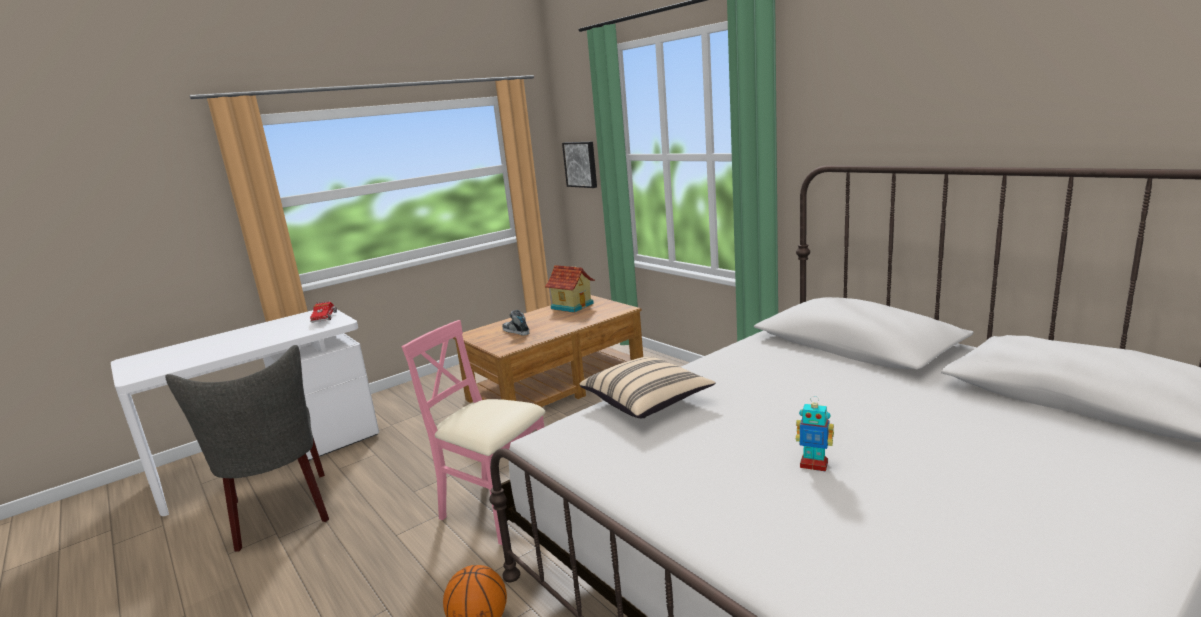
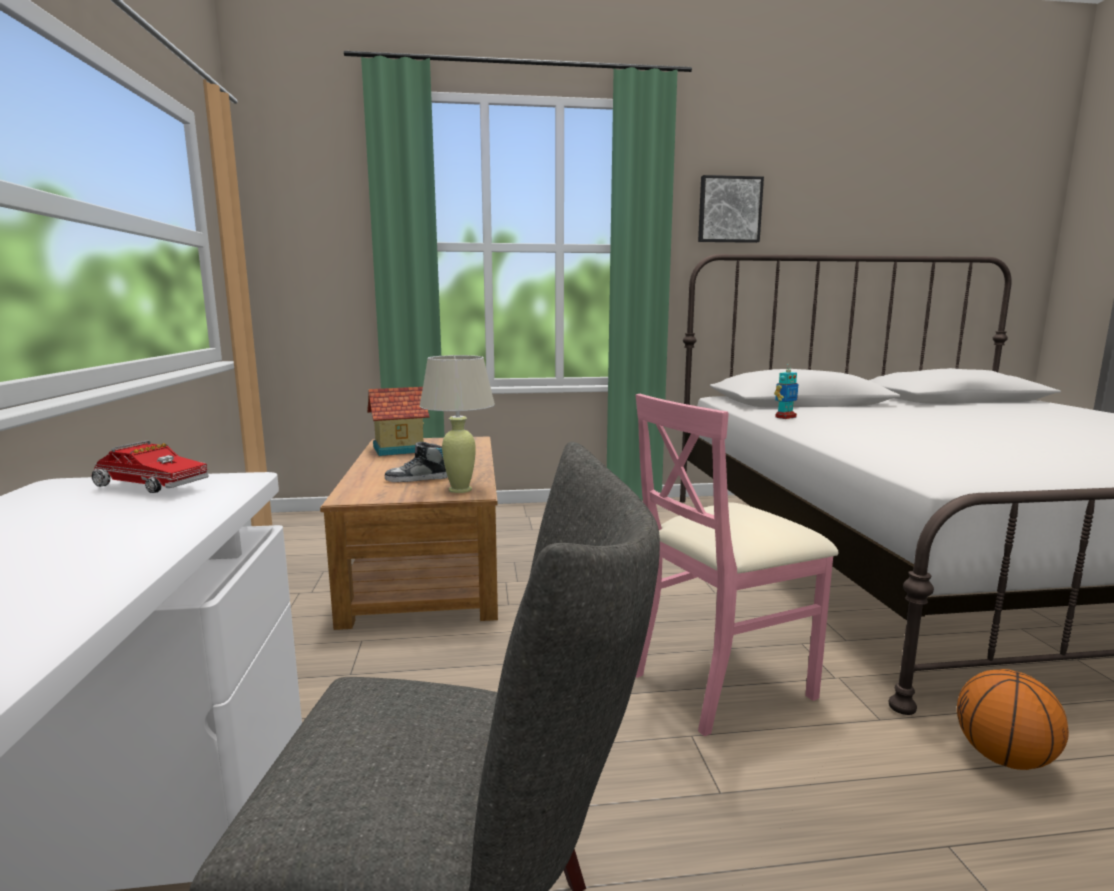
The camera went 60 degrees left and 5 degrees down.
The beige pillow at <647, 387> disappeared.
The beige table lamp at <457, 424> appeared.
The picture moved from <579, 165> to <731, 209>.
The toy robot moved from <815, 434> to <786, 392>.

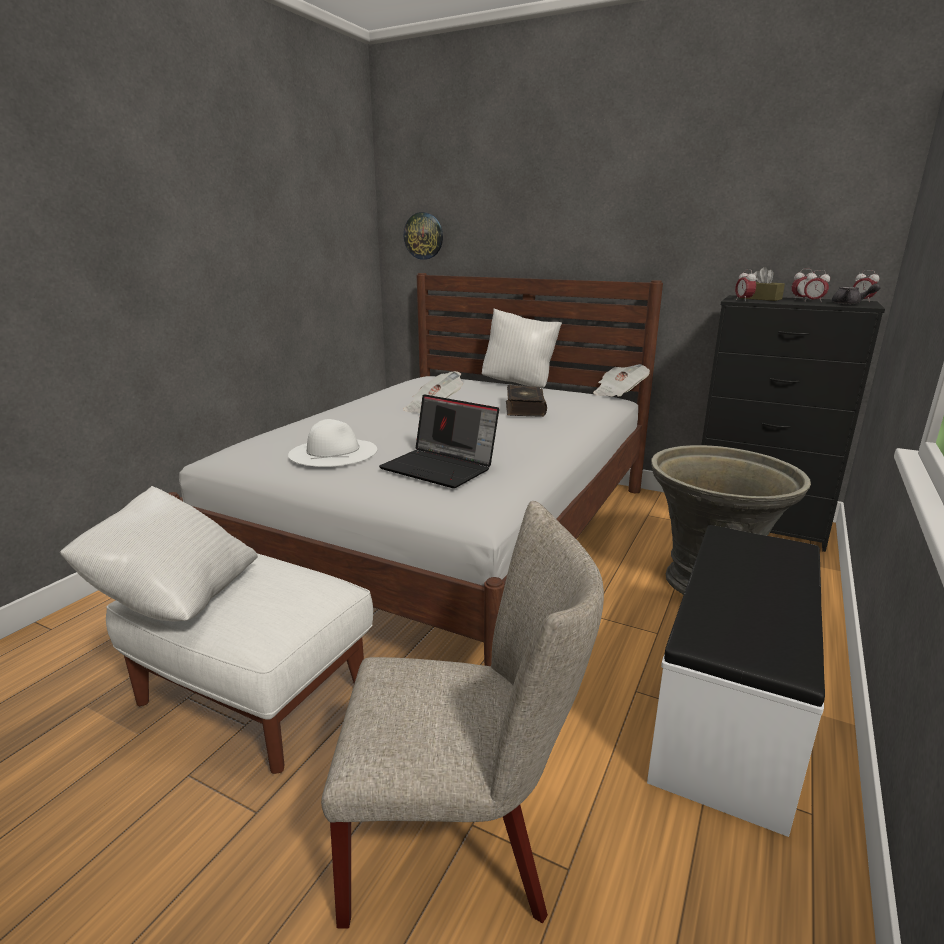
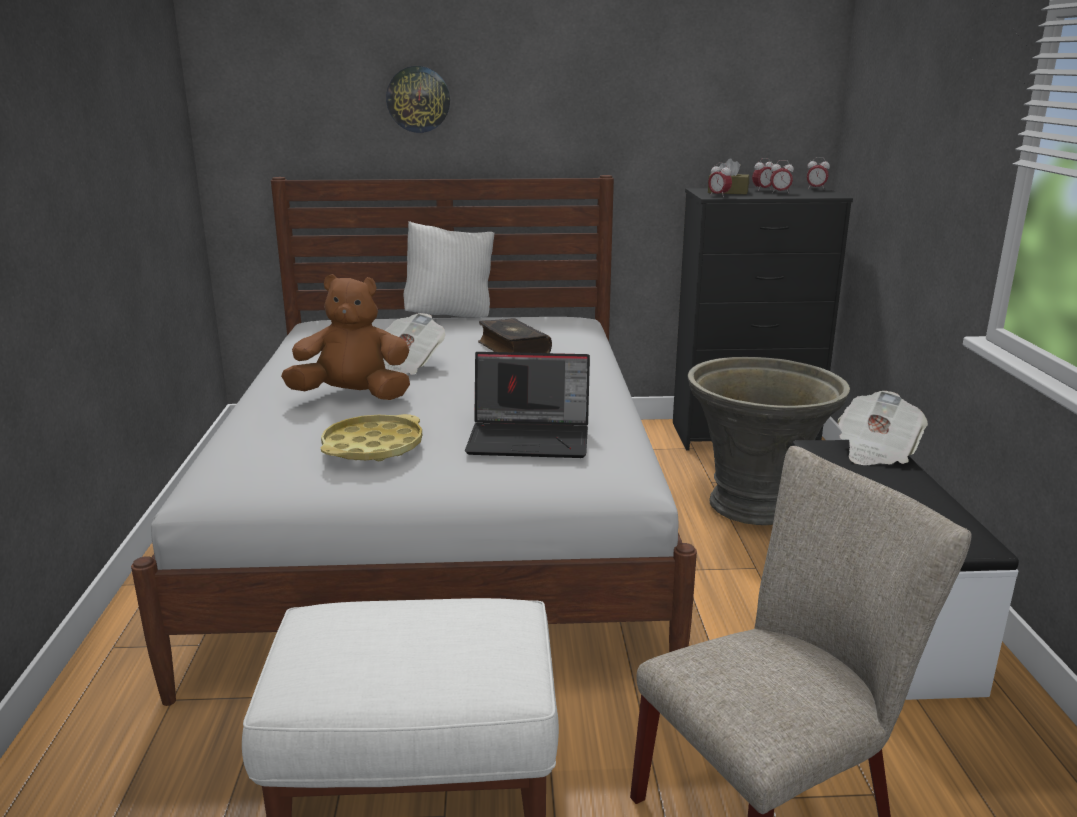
The camera went 30 degrees left and 0 degrees up.
The white pillow at <159, 553> disappeared.
The grey teapot at <856, 293> disappeared.
The brown plush toy at <345, 337> appeared.
The wall clock moved from <423, 236> to <418, 99>.
The newspaper moved from <621, 380> to <882, 428>.
The white hat at <332, 443> was replaced by the yellow tray at <371, 437>.

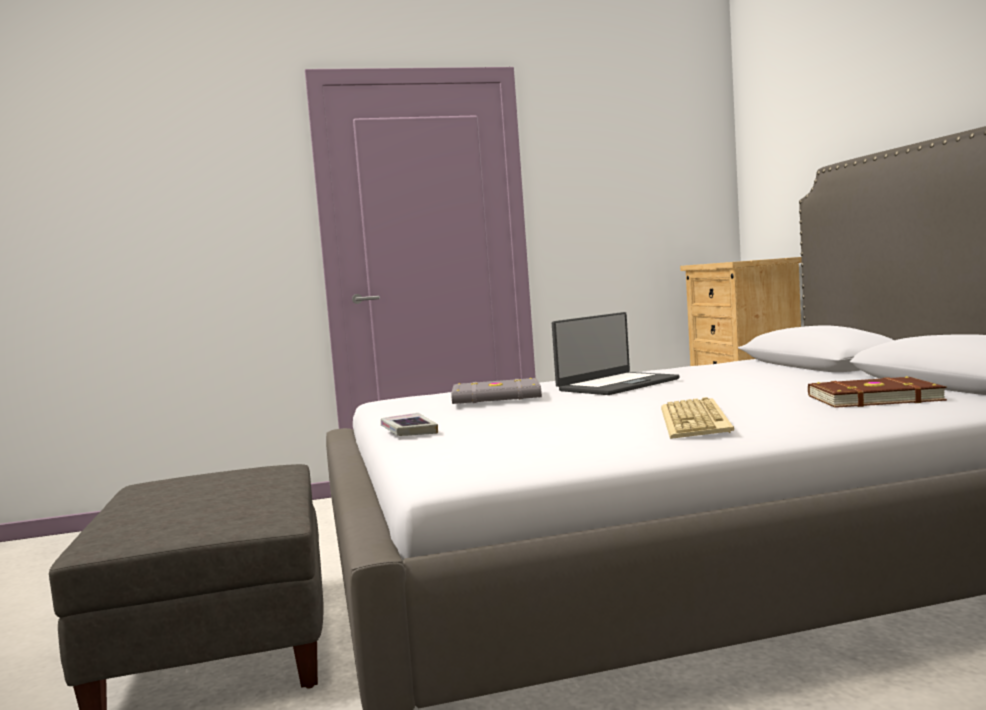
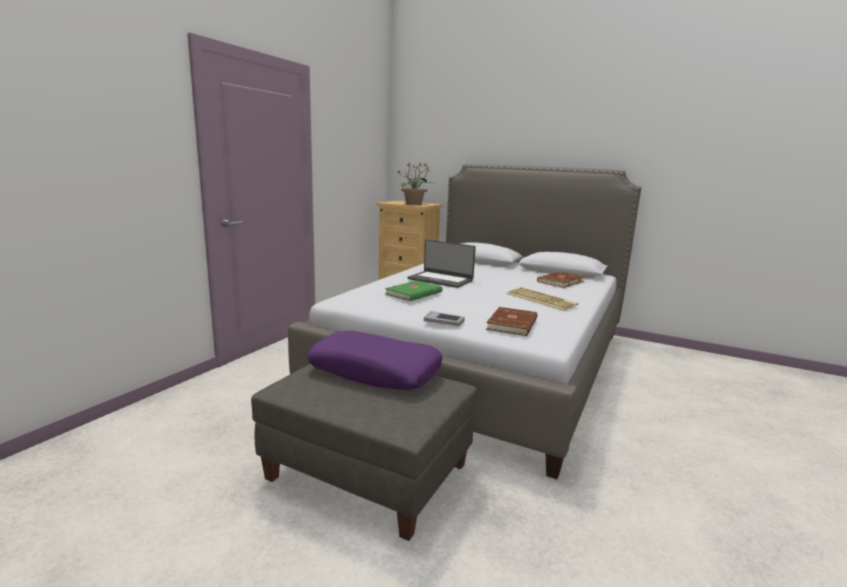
The camera went 50 degrees left and 10 degrees up.
The purple pillow at <374, 360> appeared.
The potted plant at <415, 184> appeared.
The brown book at <511, 321> appeared.
The grey book at <496, 391> became the green book at <414, 290>.
The laptop at <615, 353> turned 120 degrees clockwise.

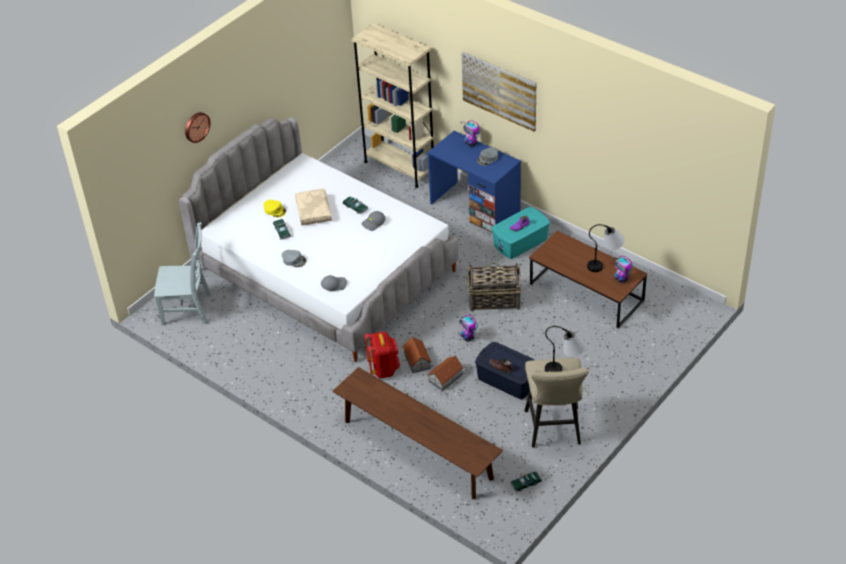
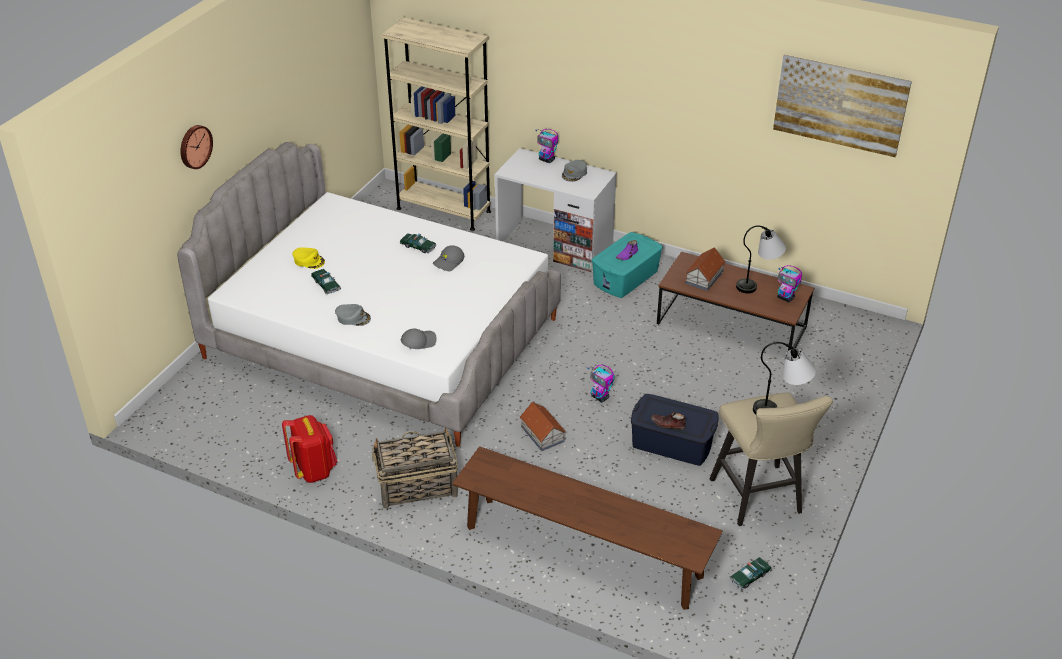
The camera went 15 degrees left and 5 degrees down.
The grey chair at <183, 273> disappeared.
The beige pillow at <313, 206> disappeared.
The red backpack moved from <382, 355> to <309, 449>.
The toy house moved from <445, 373> to <705, 269>.
The picture moved from <499, 92> to <842, 106>.
The basket moved from <494, 287> to <415, 468>.
The blue desk at <474, 182> became the white desk at <555, 210>.

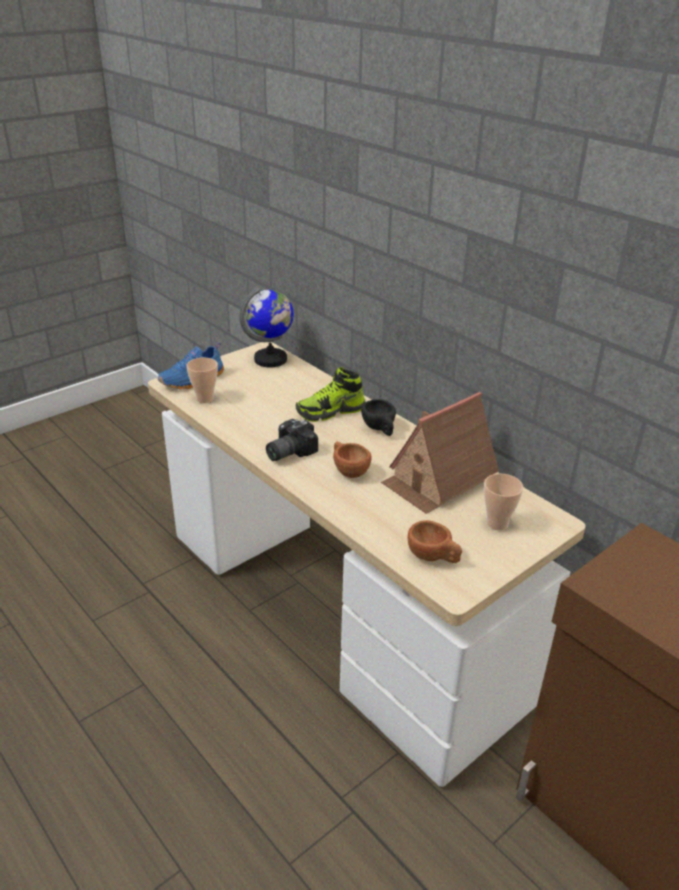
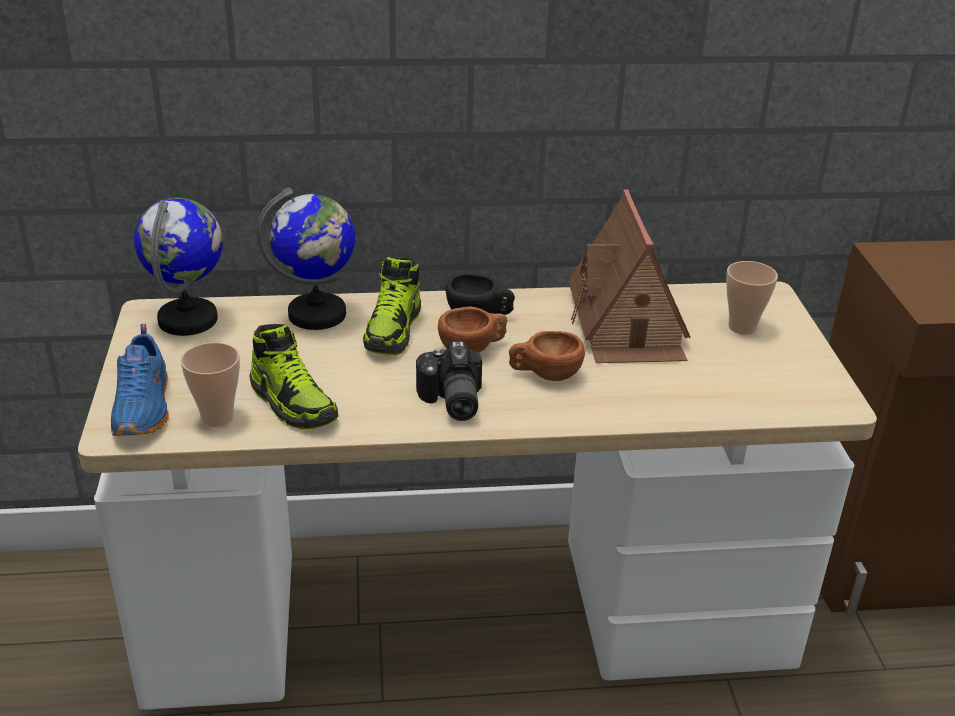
The camera went 55 degrees left and 0 degrees up.
The shoe at <294, 376> appeared.
The globe at <305, 258> appeared.
The brown cup moved from <435, 541> to <472, 329>.

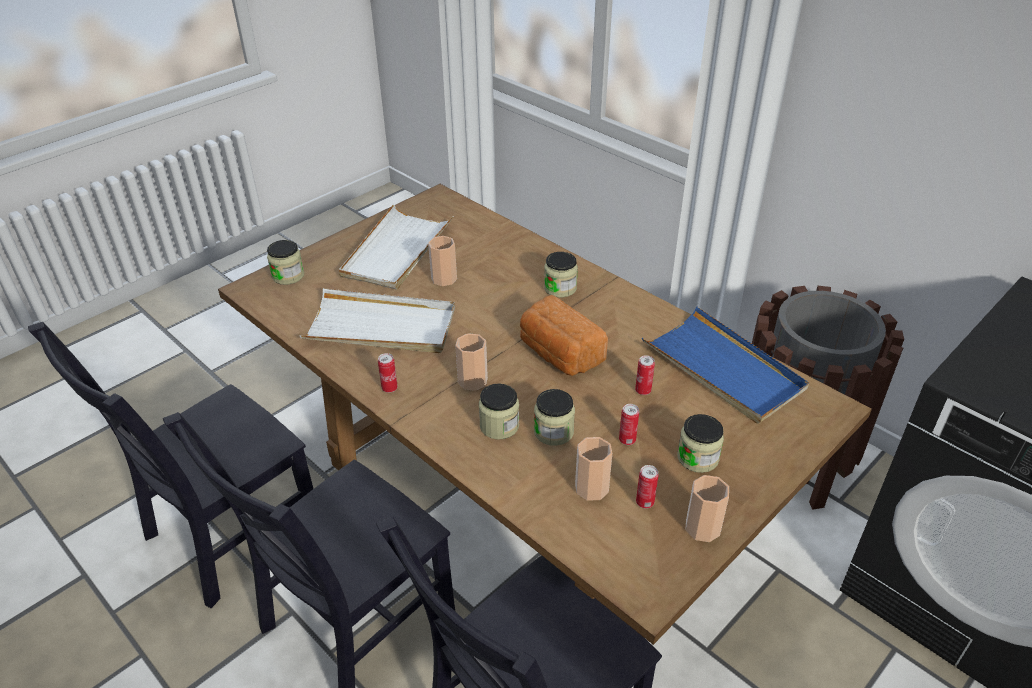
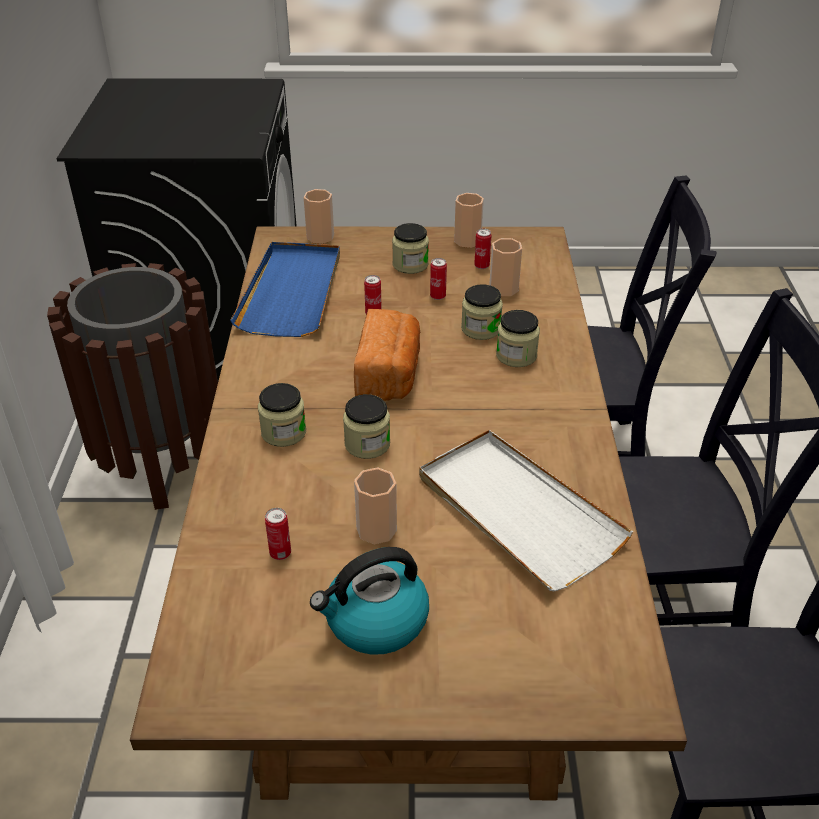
The camera went 135 degrees left and 0 degrees up.
The jar moved from <285, 262> to <366, 426>.
The can moved from <388, 373> to <278, 534>.
The cup moved from <471, 362> to <319, 216>.
The white tray at <396, 247> was replaced by the kettle at <369, 601>.

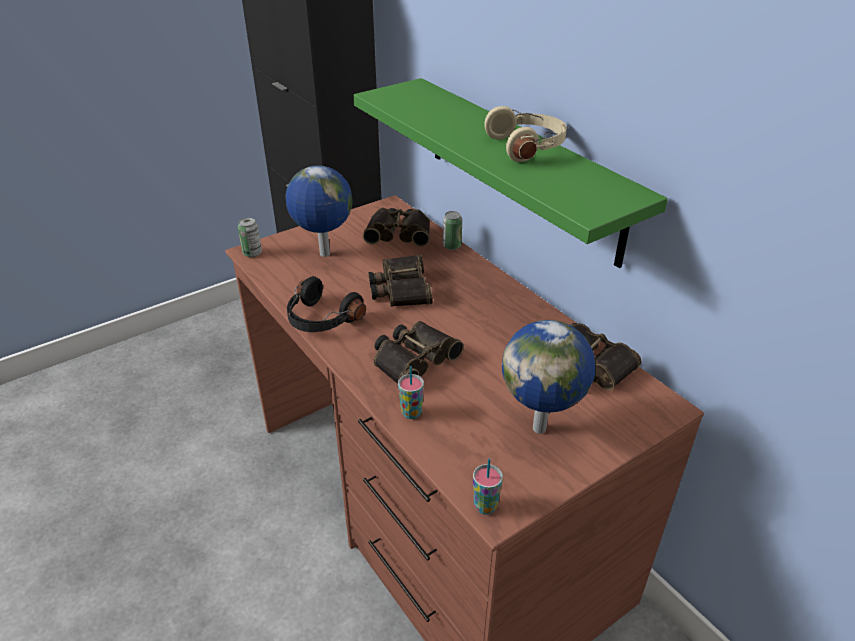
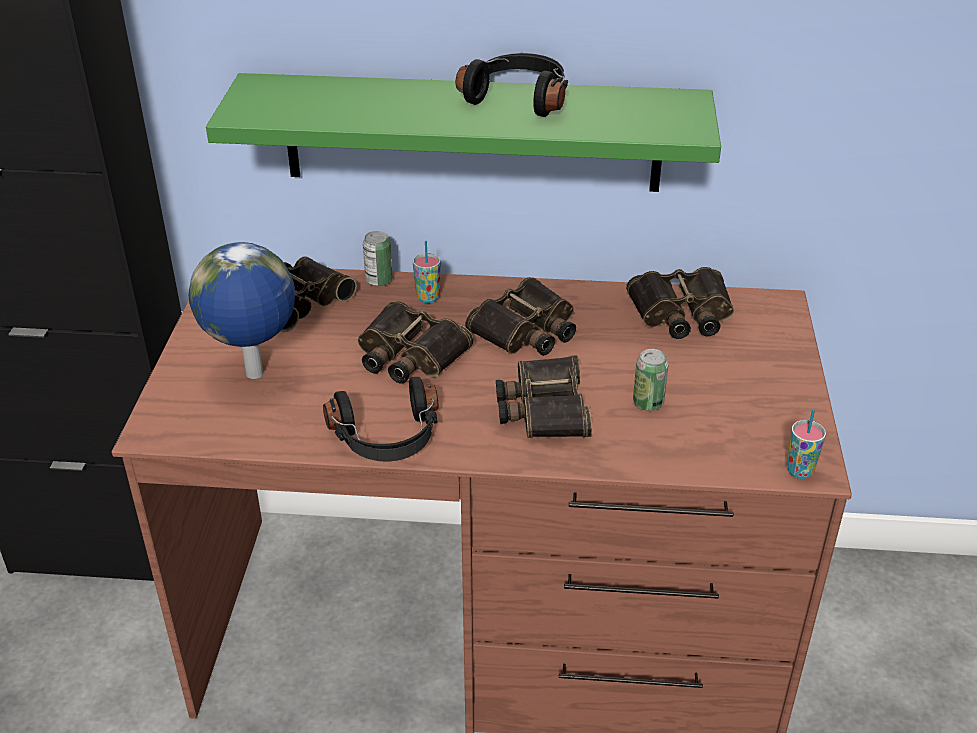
The camera went 50 degrees left and 0 degrees up.
The globe at <548, 377> disappeared.
The binoculars at <520, 316> appeared.
The can moved from <250, 237> to <651, 380>.
The cup moved from <411, 392> to <427, 272>.
The beige headphones at <525, 134> became the black headphones at <512, 85>.

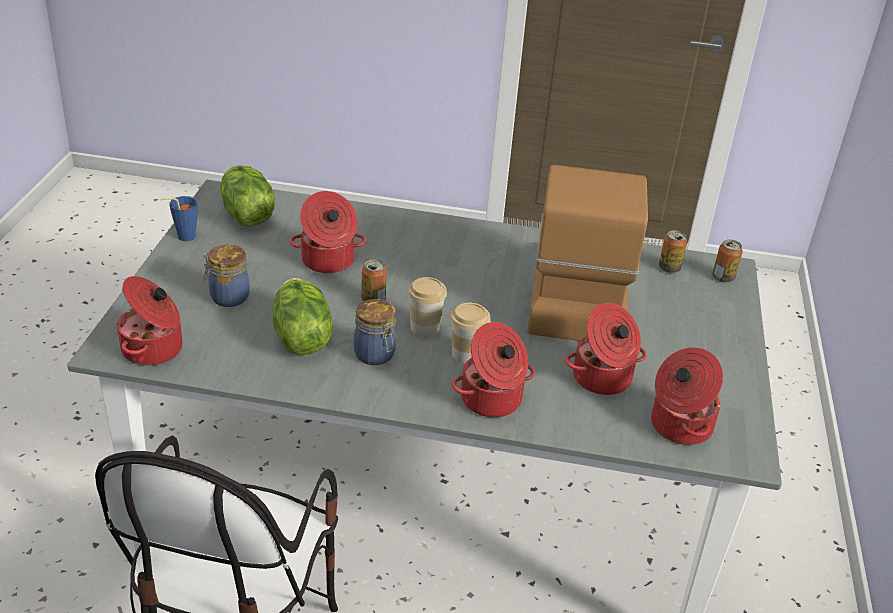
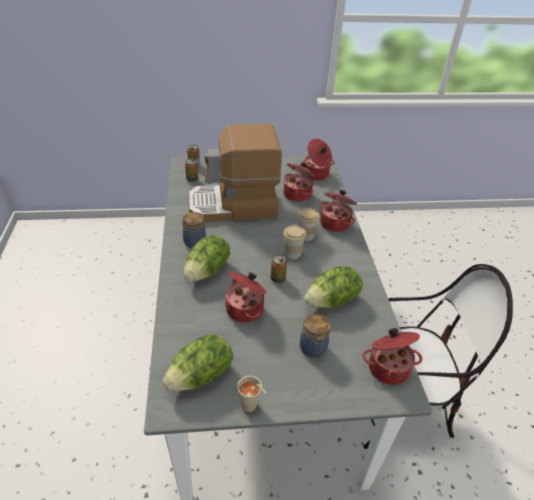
The camera went 105 degrees left and 5 degrees up.
The lettuce at <206, 258> appeared.
The jar moved from <375, 332> to <194, 230>.
The blue cup at <179, 218> became the beige cup at <251, 394>.

